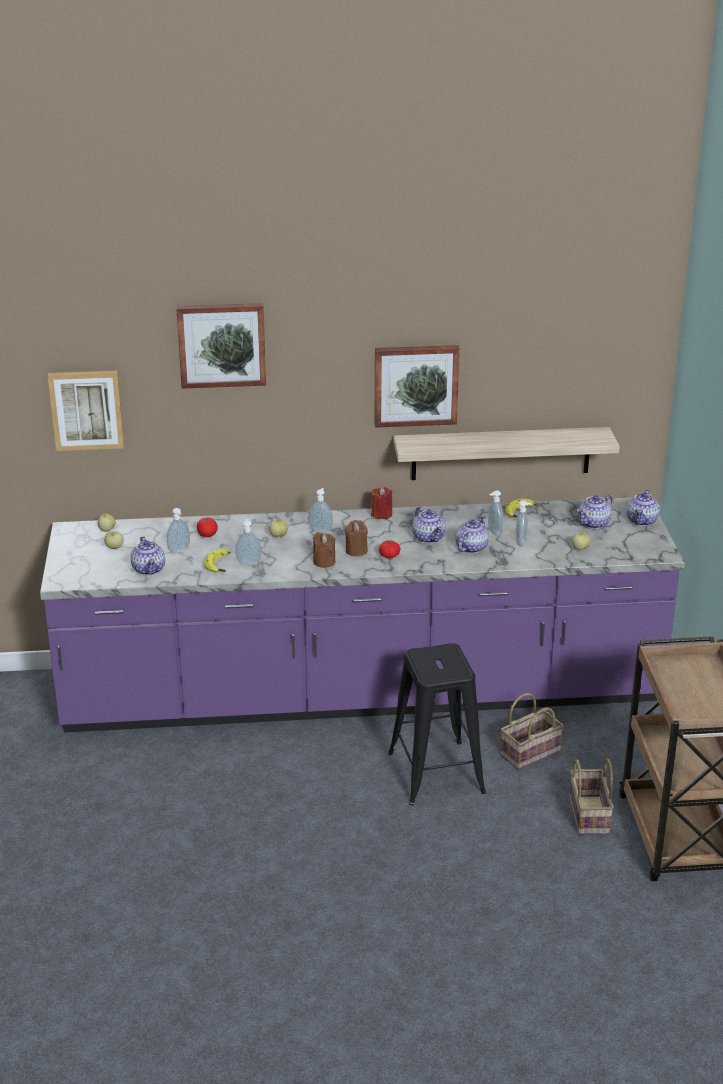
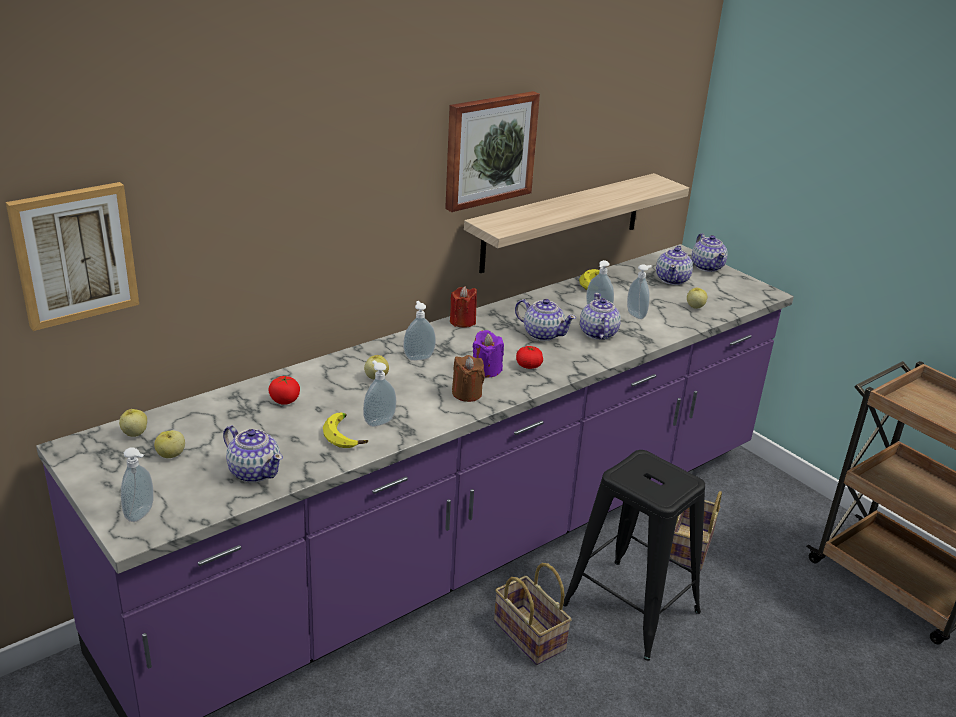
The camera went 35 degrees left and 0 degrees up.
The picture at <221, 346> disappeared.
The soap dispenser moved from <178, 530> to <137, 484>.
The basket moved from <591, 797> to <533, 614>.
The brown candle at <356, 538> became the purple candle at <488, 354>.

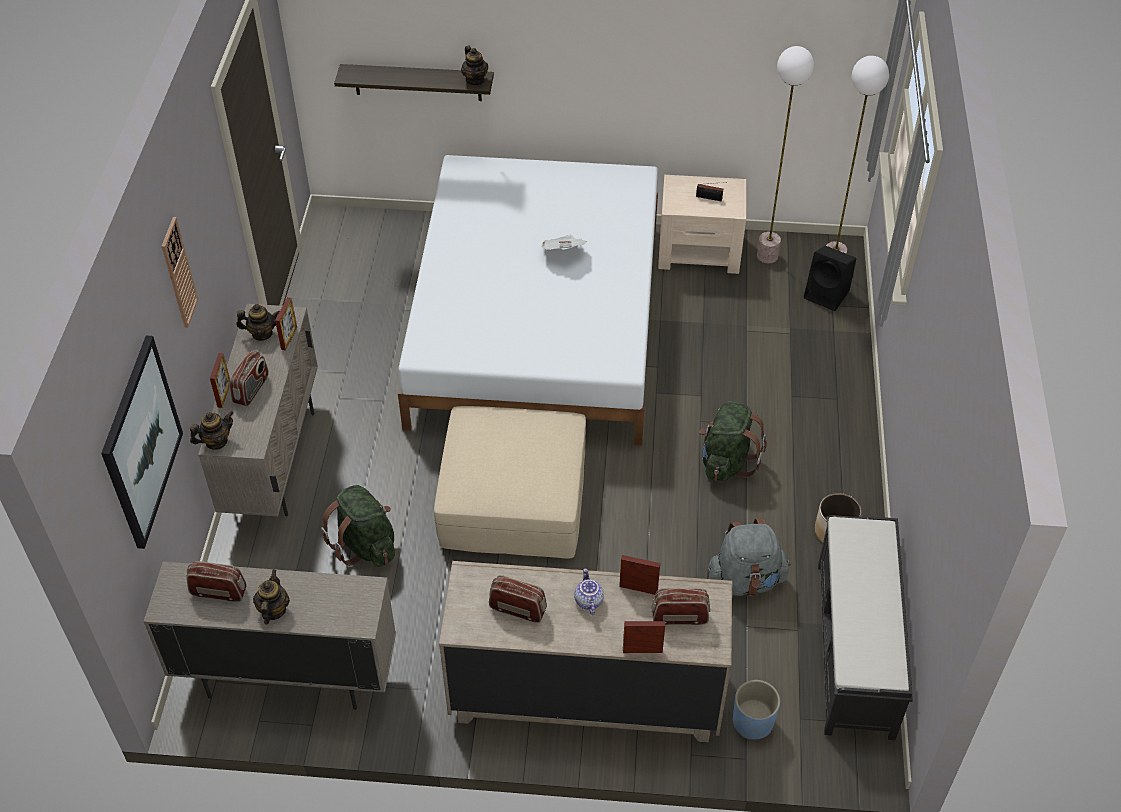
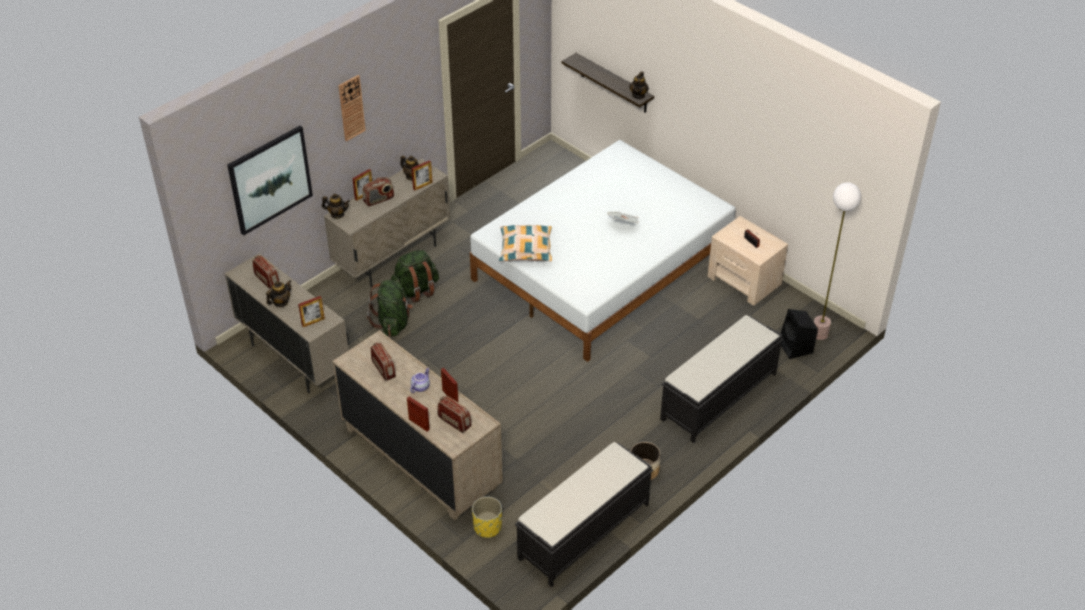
The camera went 40 degrees right and 5 degrees down.
The beige ottoman at <510, 482> disappeared.
The grey backpack at <749, 557> disappeared.
The floor lamp at <785, 154> disappeared.
The picture frame at <311, 311> appeared.
The pillow at <525, 243> appeared.
The black bench at <721, 379> appeared.
The green backpack moved from <733, 441> to <415, 276>.
The blue planter at <756, 710> became the yellow planter at <487, 517>.

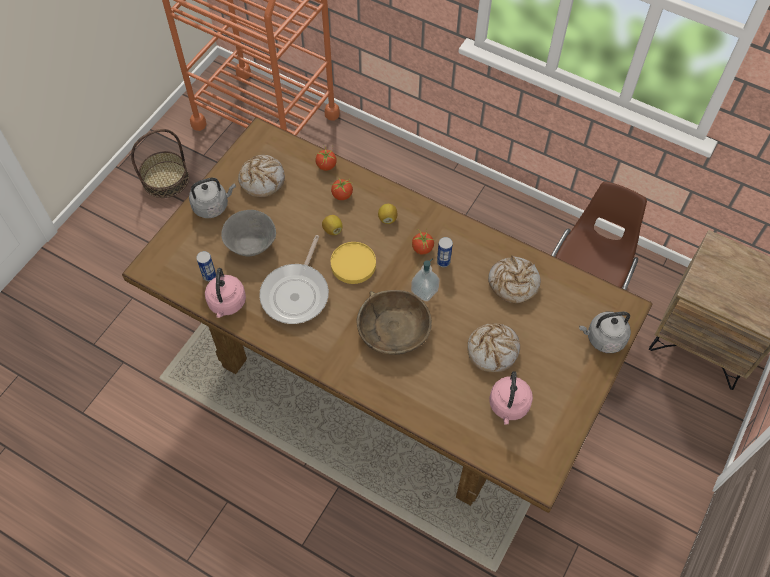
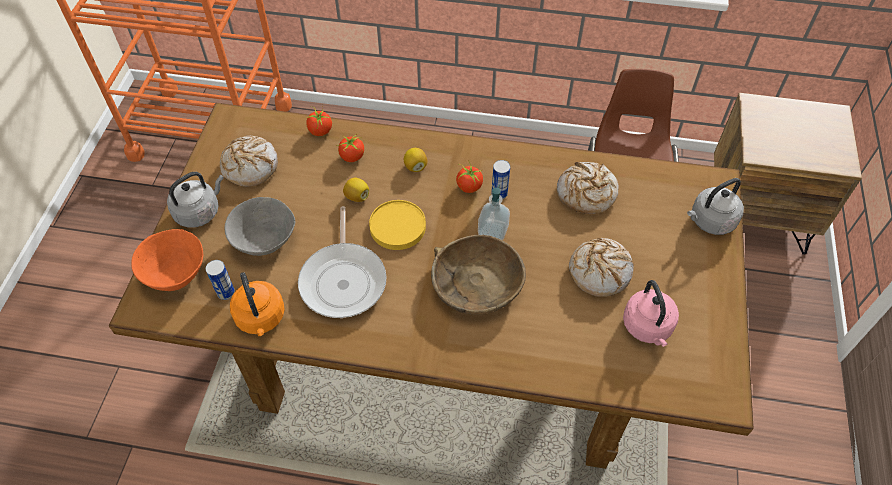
The camera went 20 degrees left and 5 degrees down.
The basket at <160, 163> disappeared.
The orange bowl at <167, 260> appeared.
The pink kettle at <225, 293> became the orange kettle at <257, 304>.

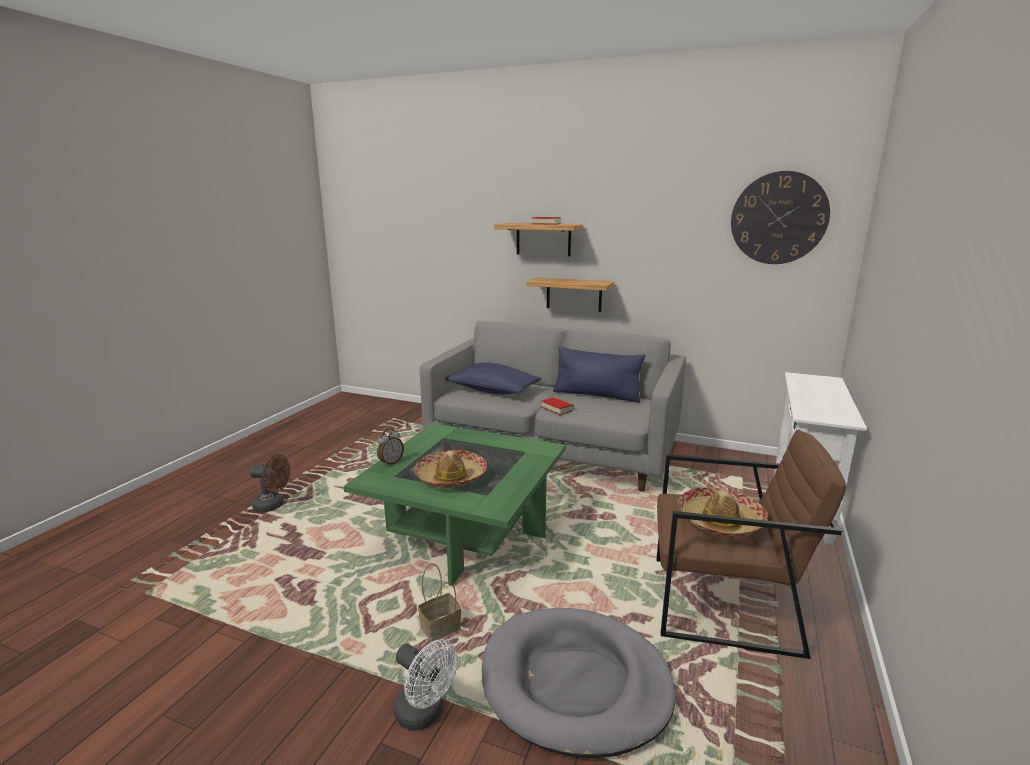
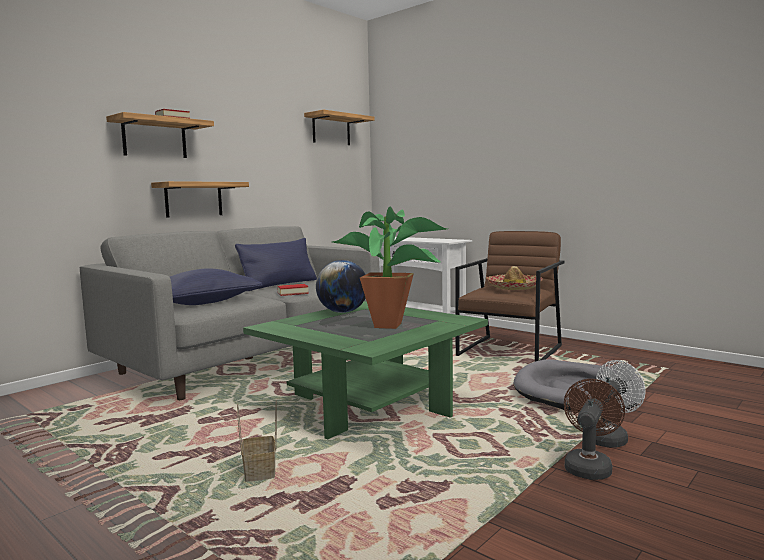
The camera went 70 degrees left and 10 degrees down.
The alarm clock at <390, 447> disappeared.
The globe at <341, 286> appeared.
The brown fan moved from <270, 483> to <594, 429>.
The basket moved from <440, 602> to <257, 441>.
The hat at <450, 469> was replaced by the potted plant at <390, 268>.
The wall clock at <780, 217> was replaced by the shelf at <339, 127>.

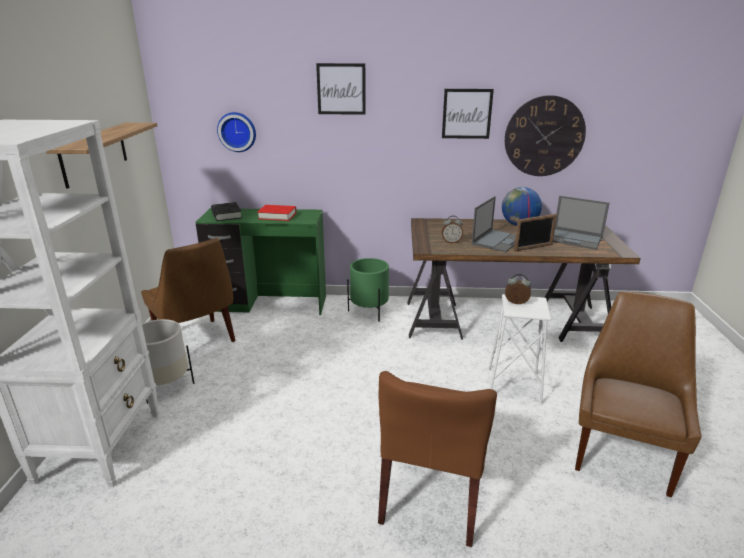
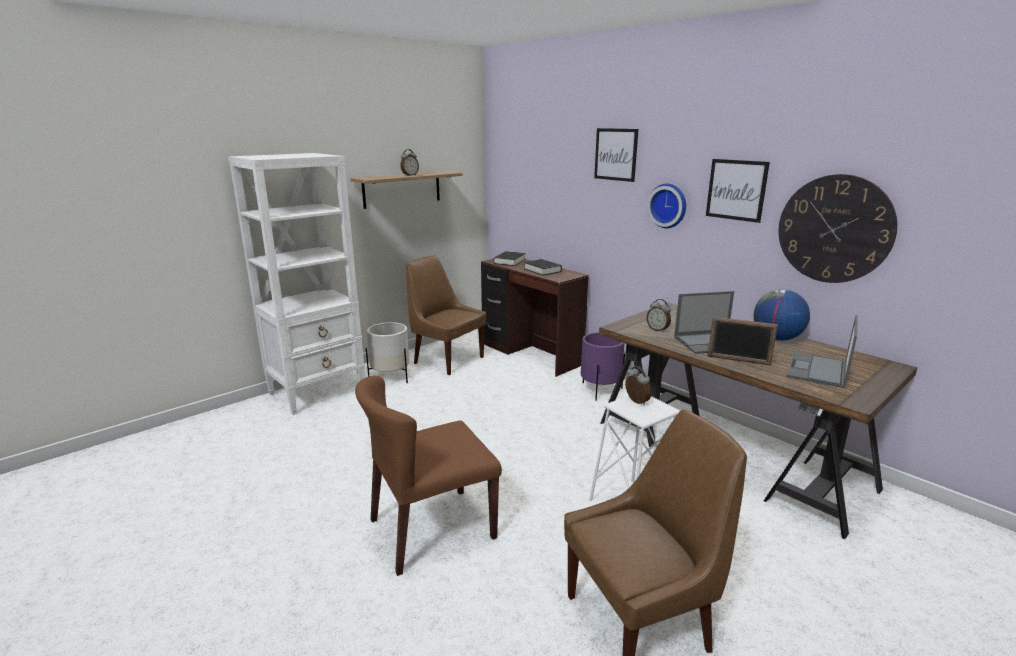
The camera went 45 degrees right and 5 degrees down.
The alarm clock at <409, 162> appeared.
The wall clock moved from <236, 132> to <666, 206>.
The green desk at <260, 261> became the brown desk at <535, 318>.
The red book at <276, 213> became the black book at <543, 267>.
The green planter at <368, 290> became the purple planter at <603, 366>.
The brown chair at <188, 290> turned 120 degrees clockwise.
The laptop at <581, 223> turned 45 degrees clockwise.

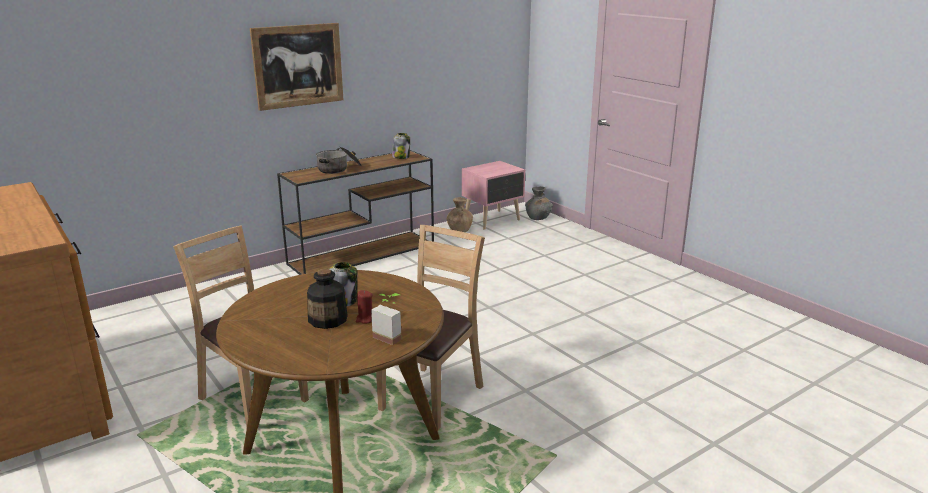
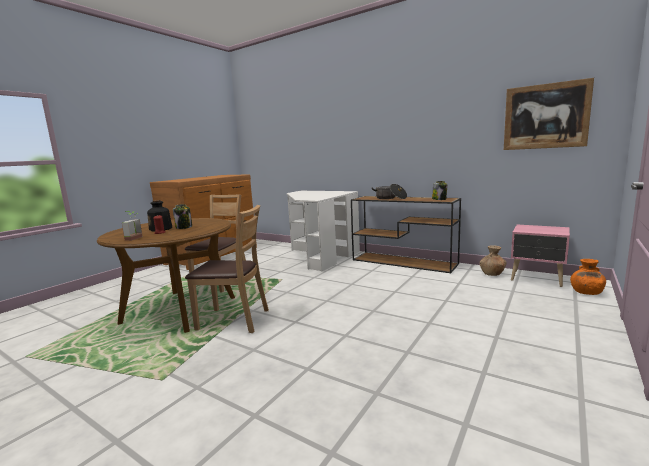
The camera went 70 degrees right and 10 degrees down.
The white desk at <323, 231> appeared.
The picture moved from <296, 67> to <549, 114>.
The grey vase at <539, 203> became the orange vase at <588, 277>.

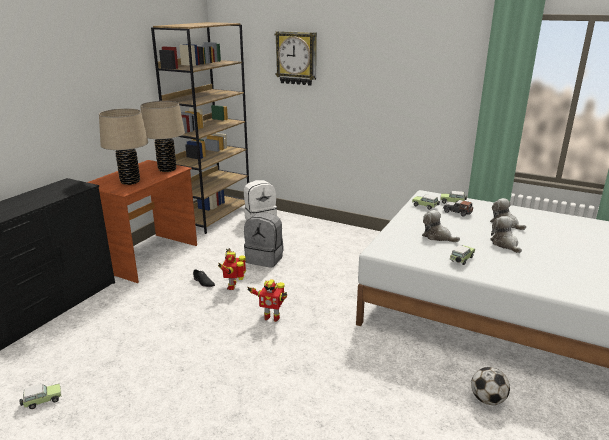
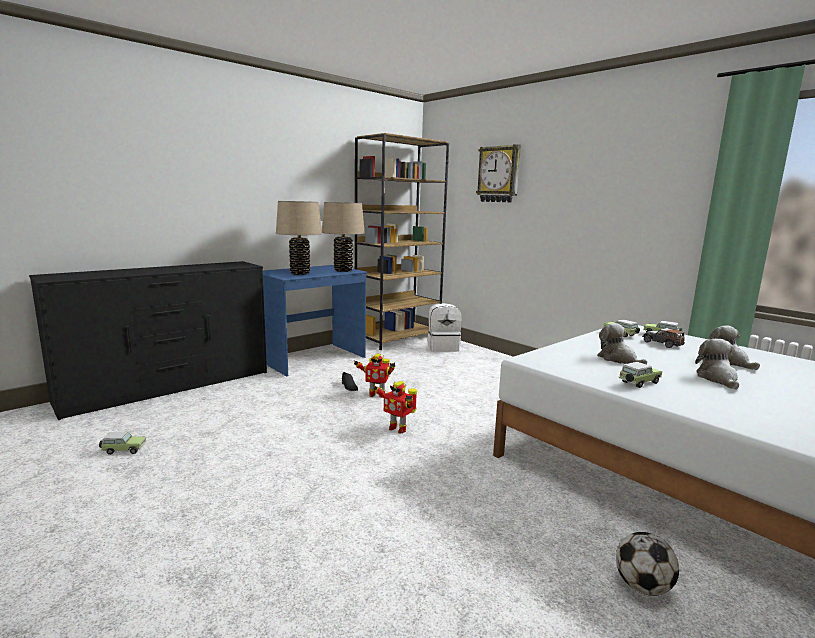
The camera went 20 degrees right and 10 degrees down.
The grey backpack at <264, 240> disappeared.
The brown desk at <142, 221> became the blue desk at <315, 321>.
The toy robot at <232, 269> turned 105 degrees counterclockwise.

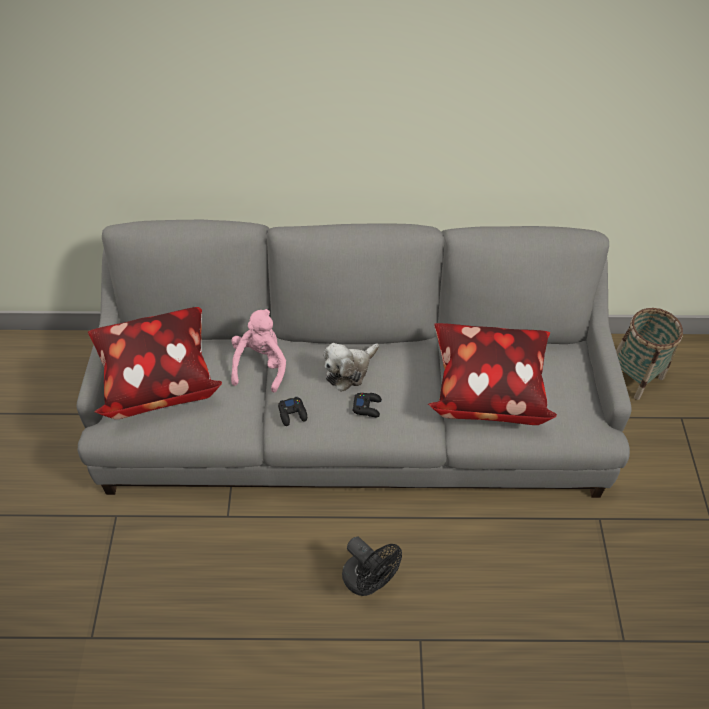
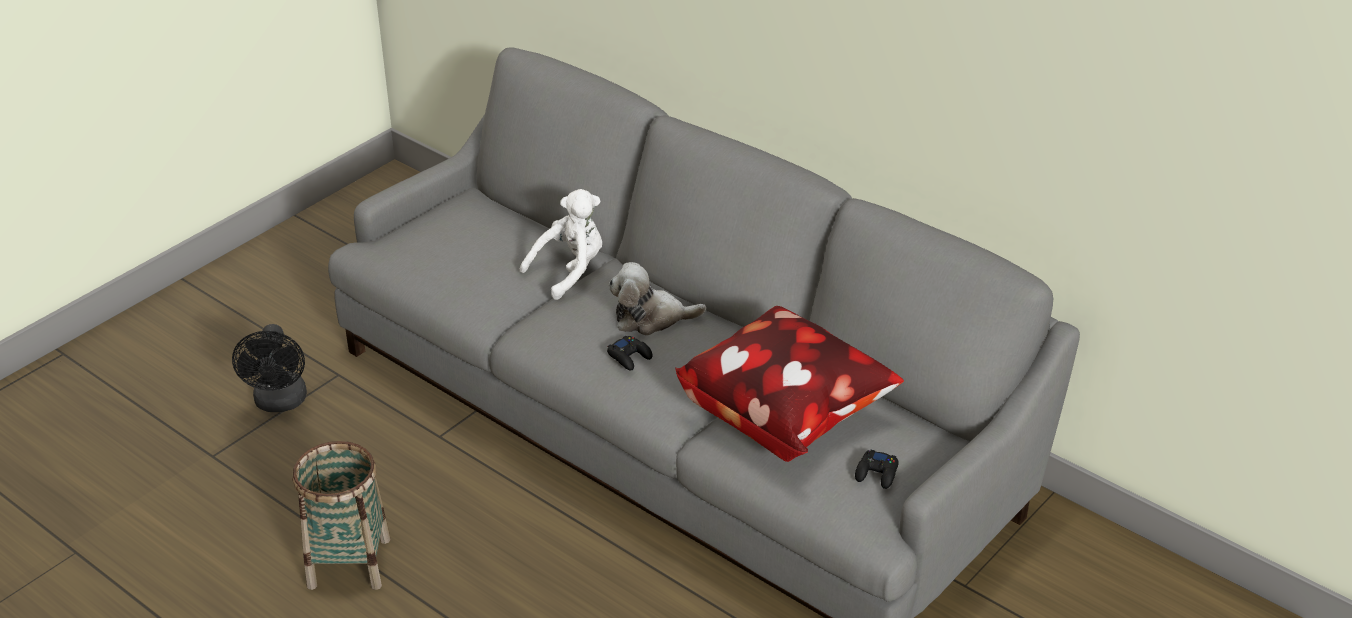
The camera went 40 degrees right and 15 degrees down.
The pillow at <155, 363> disappeared.
The black game controller moved from <292, 411> to <876, 469>.
The black fan moved from <372, 566> to <269, 368>.
The basket moved from <649, 354> to <341, 515>.
The pink plush toy at <258, 351> became the white plush toy at <561, 244>.

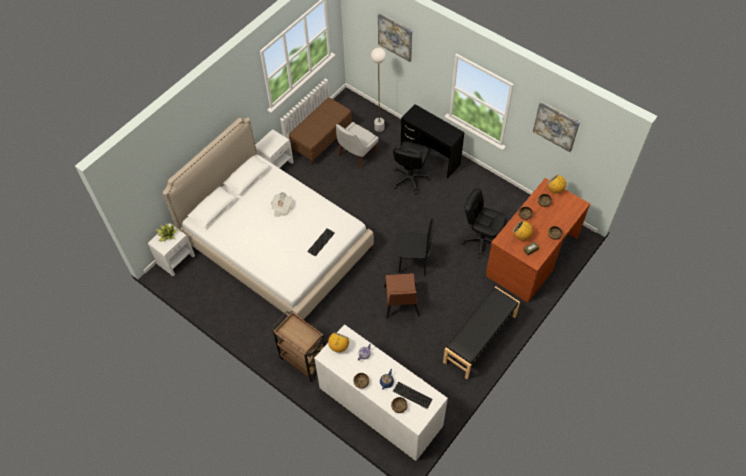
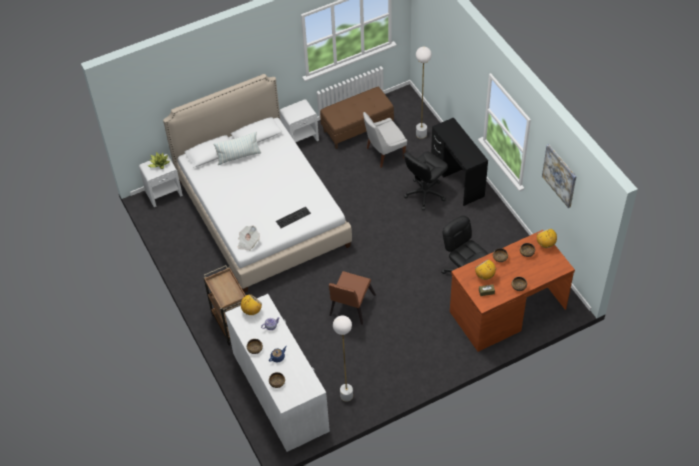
The camera went 25 degrees right and 5 degrees down.
The picture at <395, 37> disappeared.
The keyboard at <413, 395> disappeared.
The black chair at <414, 247> disappeared.
The black bench at <481, 332> disappeared.
The pillow at <237, 148> appeared.
The white floor lamp at <343, 359> appeared.
The newspaper moved from <281, 204> to <248, 238>.

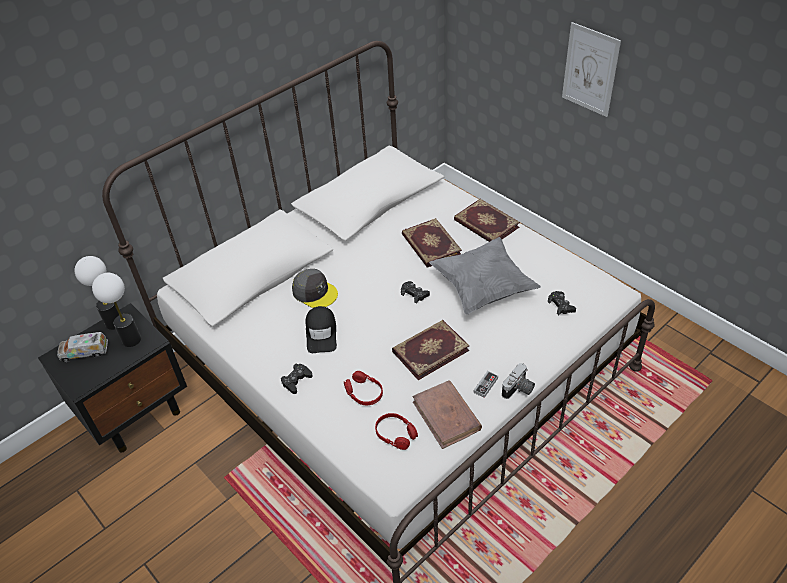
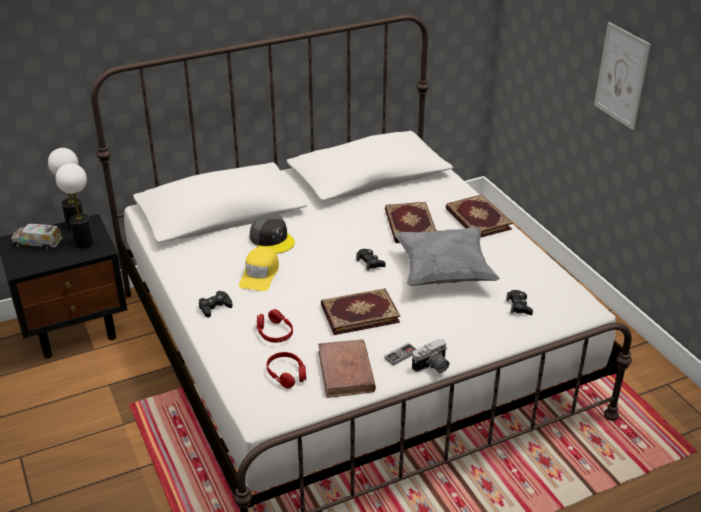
The camera went 15 degrees right and 10 degrees down.
The black cap at <321, 329> became the yellow cap at <259, 269>.

